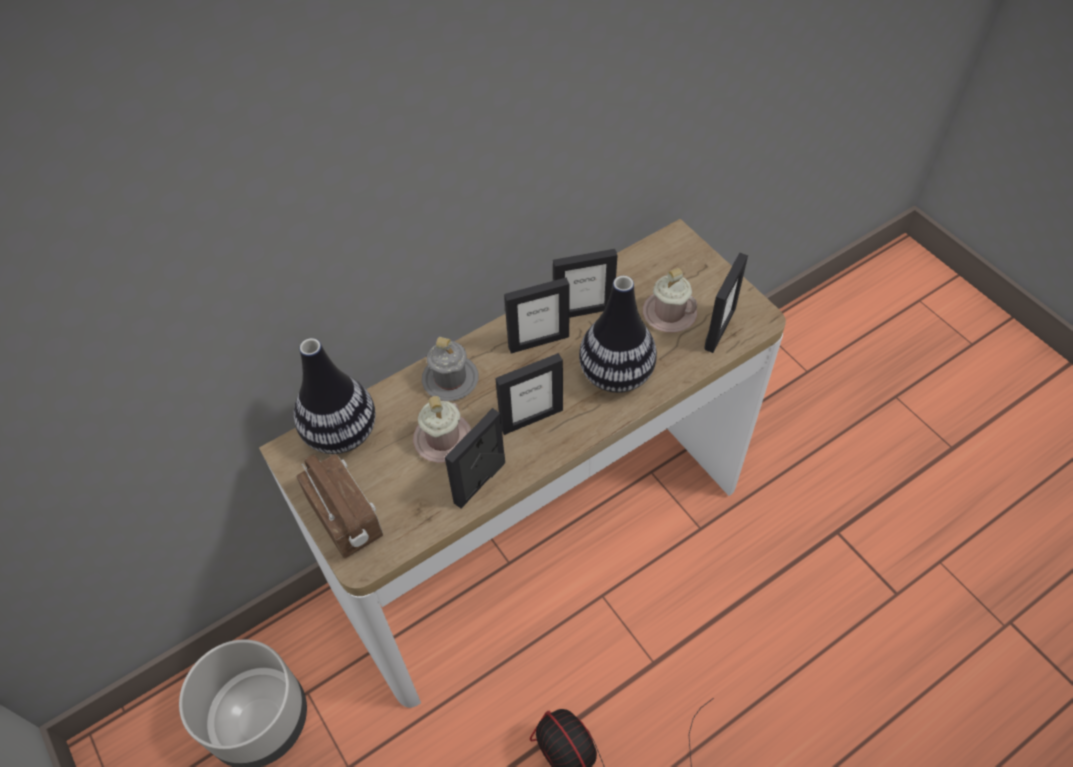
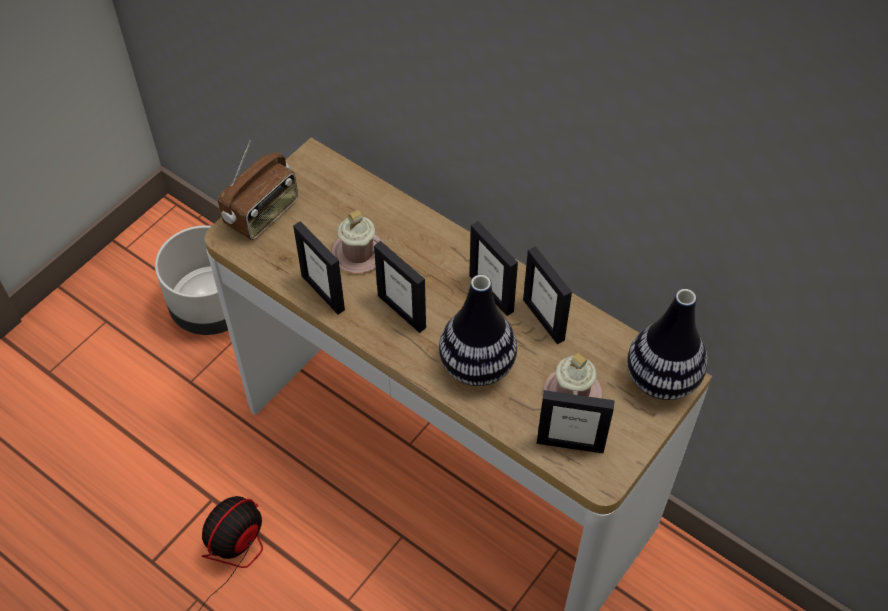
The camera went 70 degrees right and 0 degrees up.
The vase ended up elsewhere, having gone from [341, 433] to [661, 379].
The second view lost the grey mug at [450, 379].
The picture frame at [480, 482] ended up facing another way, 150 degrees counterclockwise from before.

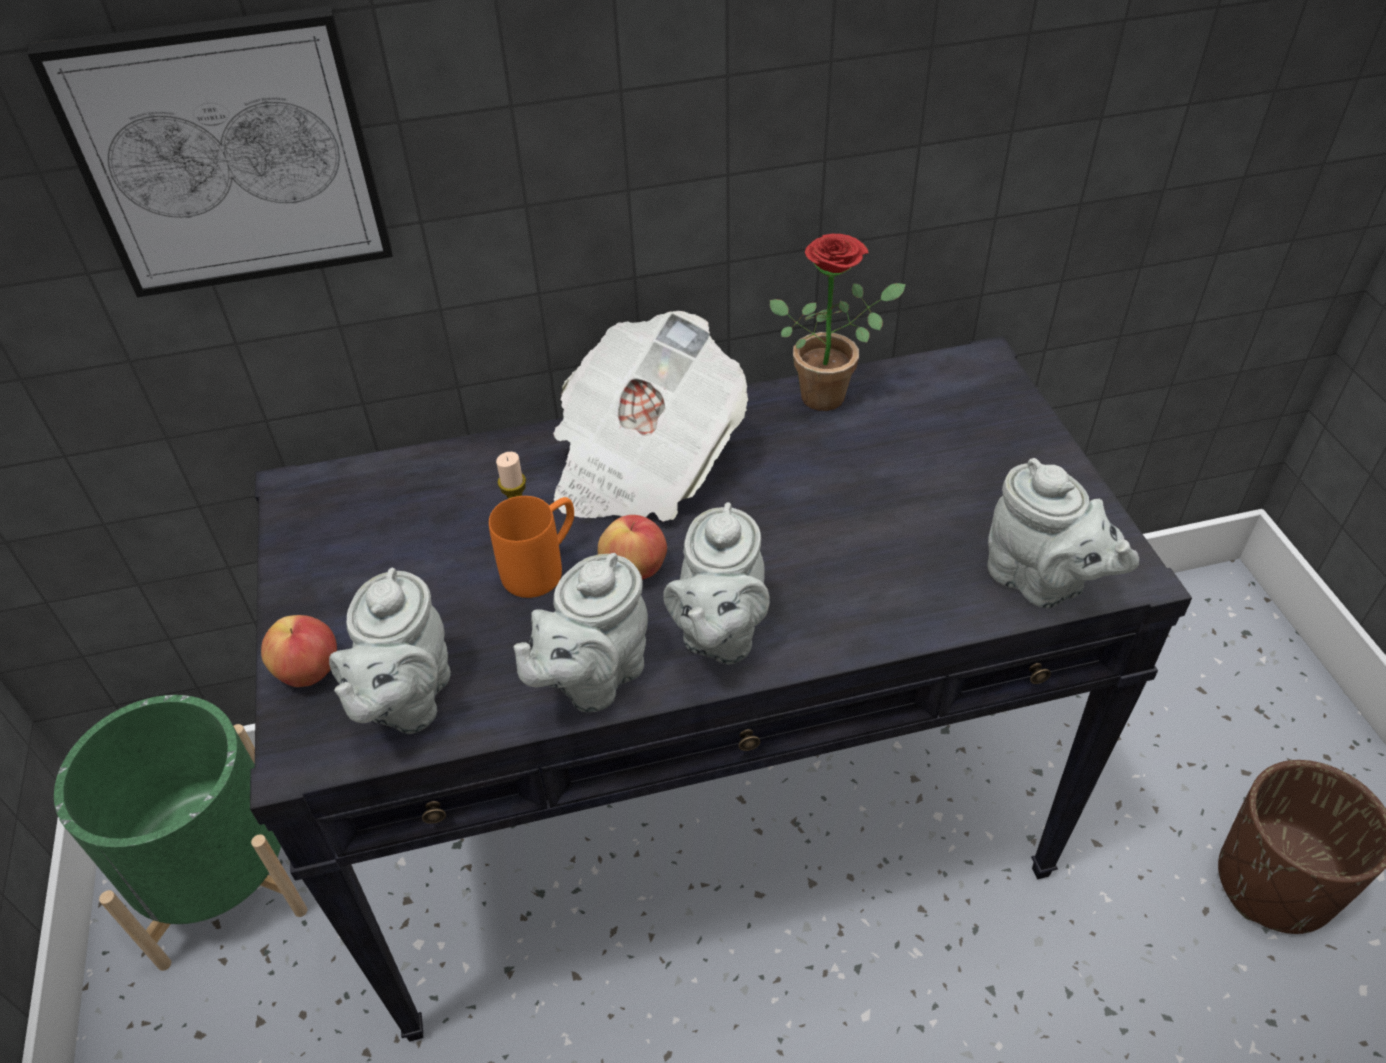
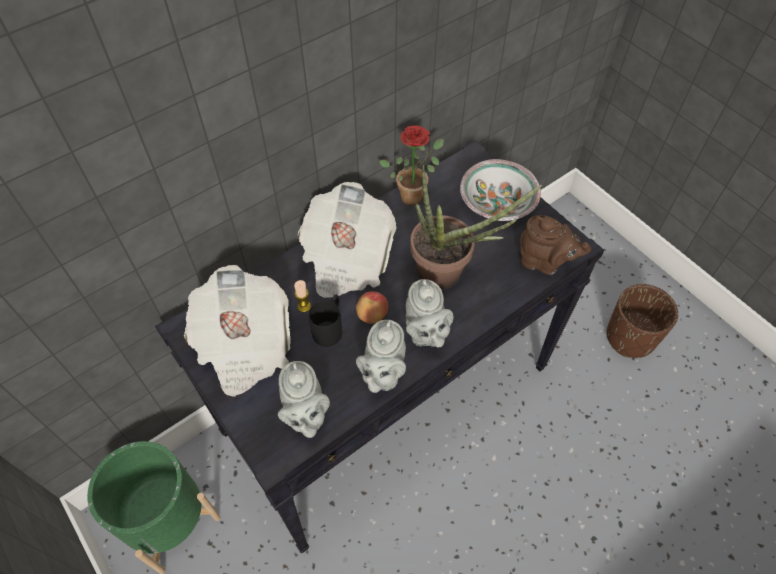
The camera went 25 degrees left and 10 degrees up.
The second view lost the picture at [229, 154].
The second view lost the apple at [309, 671].
What was the orange mug at [543, 566] turned into the black mug at [330, 328].
What was the grey teapot at [1042, 582] turned into the brown teapot at [545, 262].
The second view gained the newspaper at [244, 345].
The second view gained the potted plant at [448, 275].
The second view gained the bowl at [496, 203].

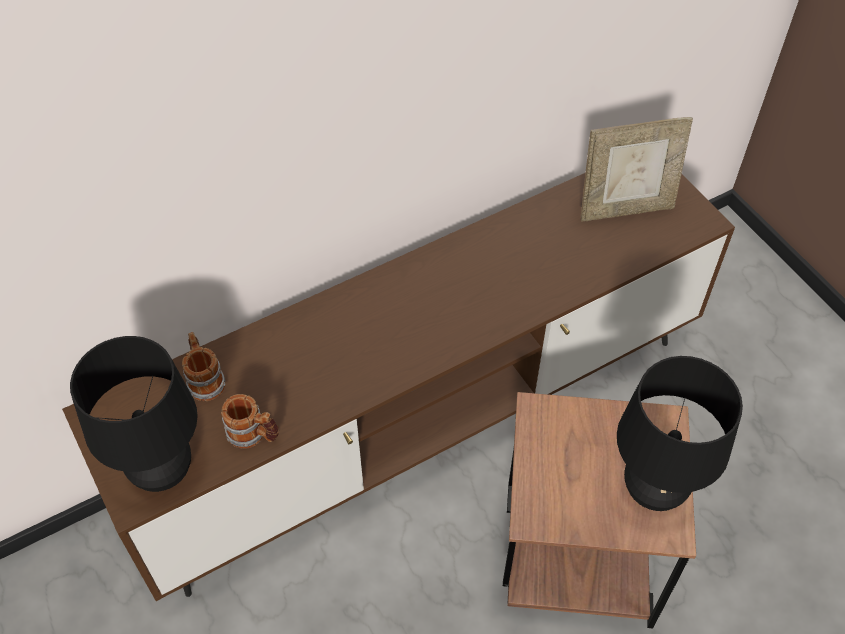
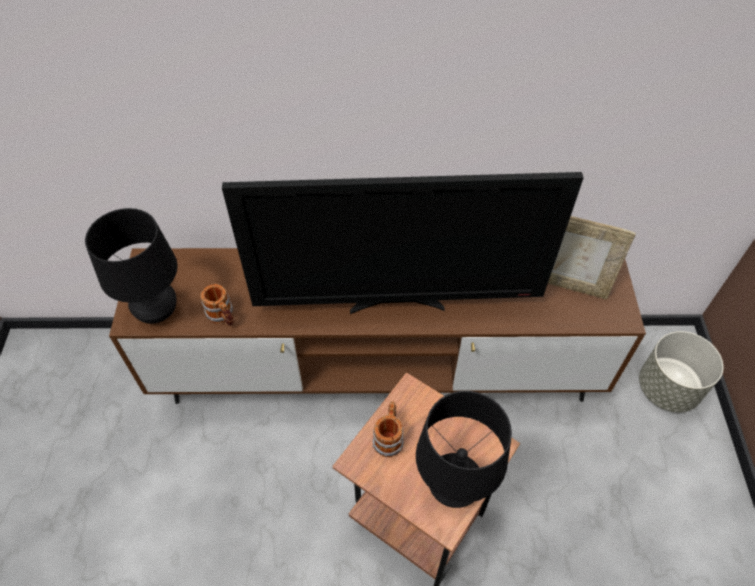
The camera went 30 degrees right and 0 degrees up.
The mug ended up elsewhere, having gone from [204, 379] to [389, 436].
The second view gained the television at [397, 303].
The second view gained the grey planter at [668, 388].

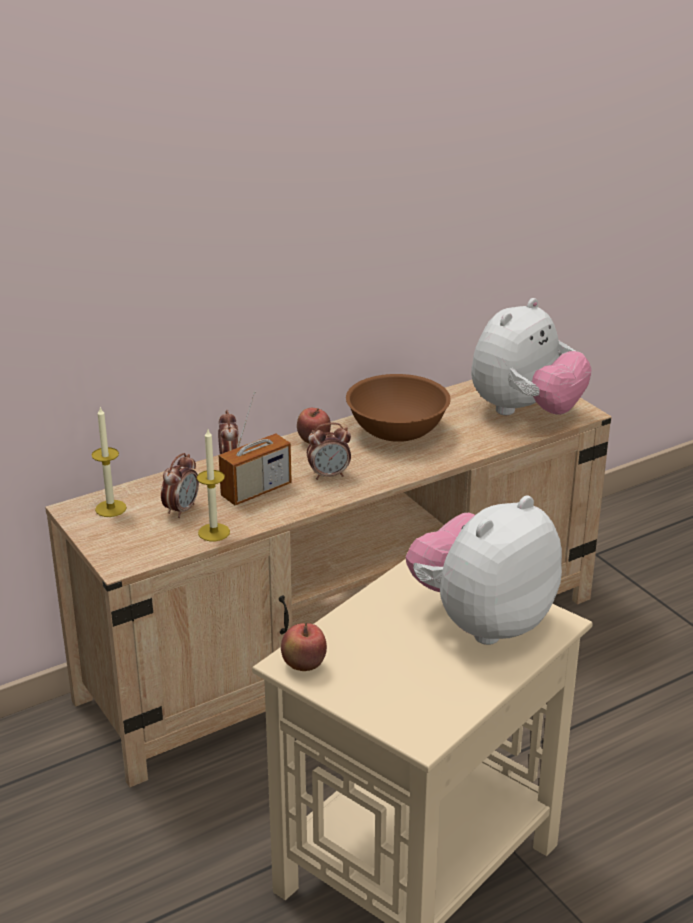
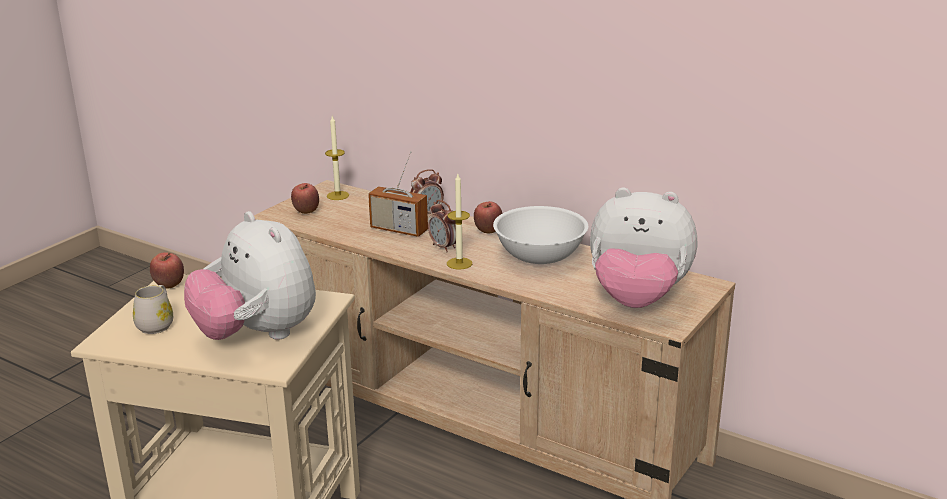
The camera went 65 degrees right and 5 degrees down.
The second view lost the alarm clock at [181, 509].
The candle ended up elsewhere, having gone from [214, 532] to [459, 263].
What was the brown bowl at [396, 431] turned into the white bowl at [539, 255].
The plush toy at [482, 621] ended up facing another way, 150 degrees counterclockwise from before.
The second view gained the white mug at [157, 324].
The second view gained the apple at [306, 212].

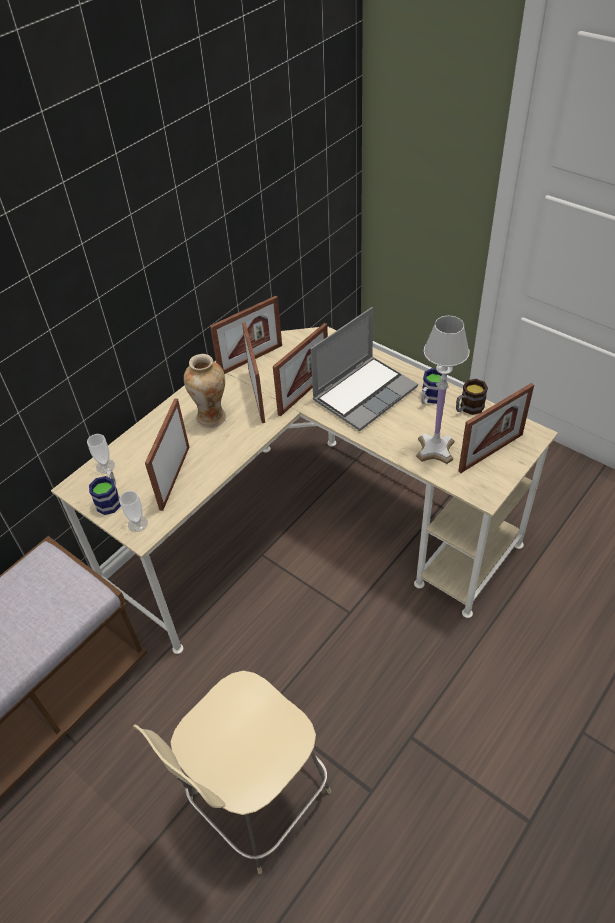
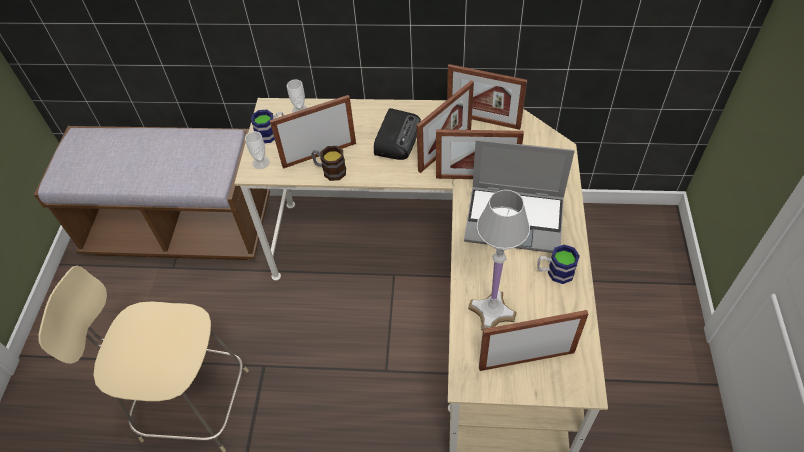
The camera went 55 degrees right and 5 degrees up.
Where the vase stood at [211, 417], the radio came to stand at [397, 137].
The mug ended up elsewhere, having gone from [468, 408] to [330, 170].
The picture frame at [491, 452] ended up facing another way, 150 degrees clockwise from before.

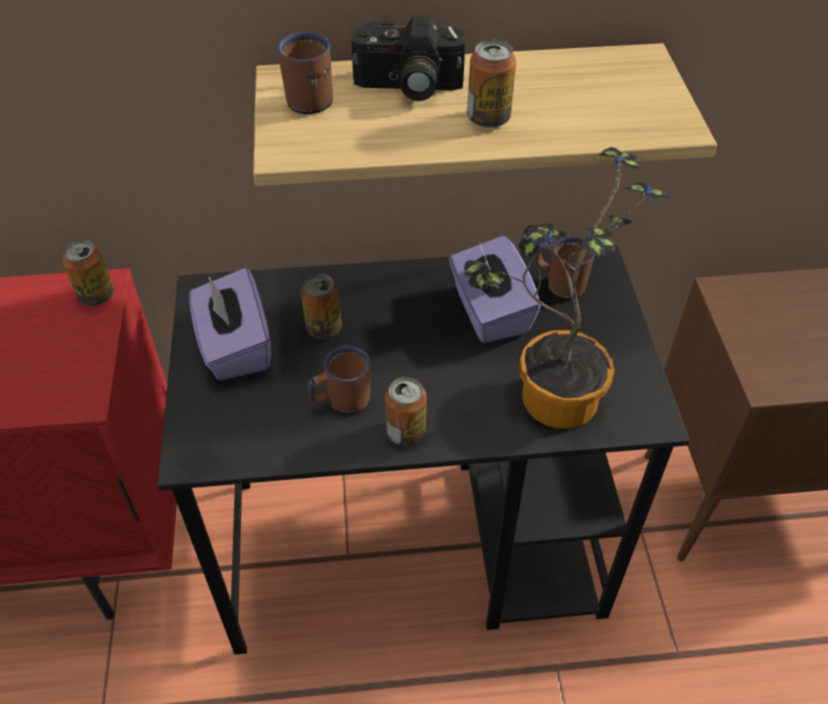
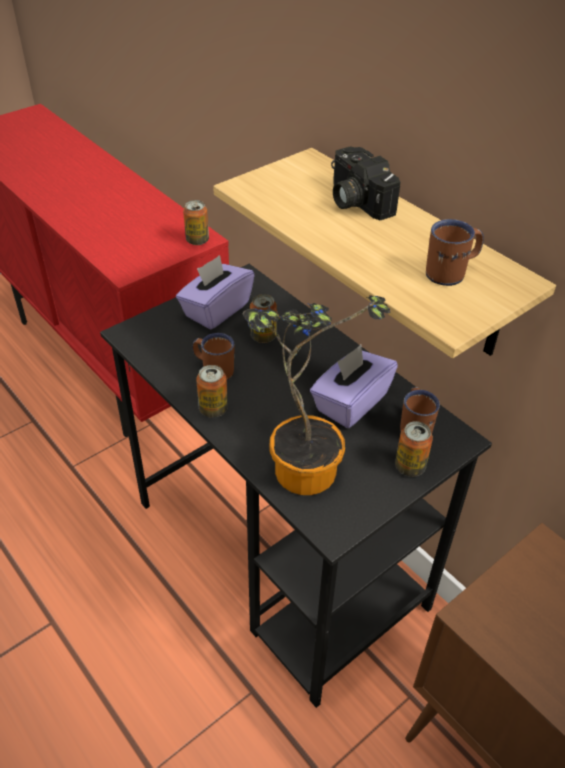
The camera went 55 degrees right and 5 degrees down.
The brown mug ended up elsewhere, having gone from [312, 96] to [451, 273].
The can ended up elsewhere, having gone from [488, 118] to [410, 467].

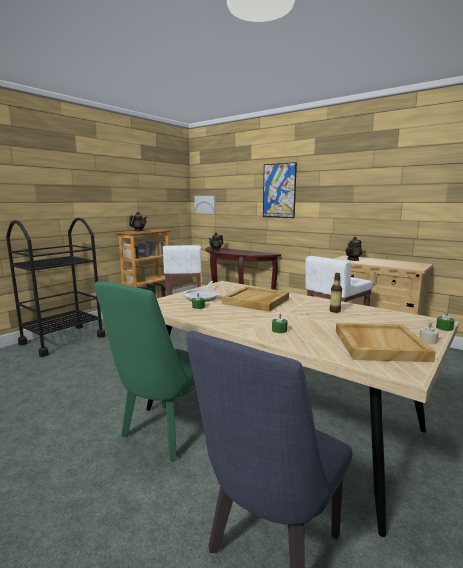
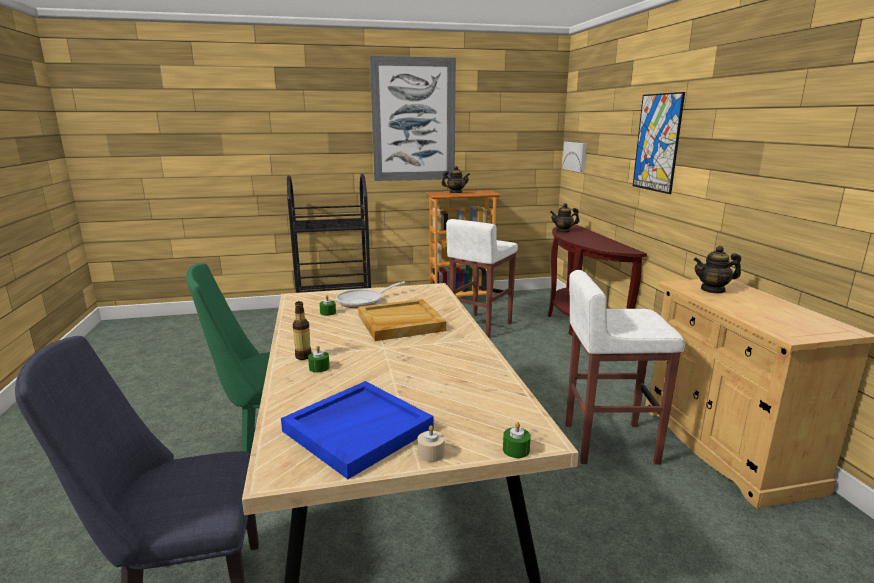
The camera went 40 degrees right and 5 degrees up.
The bottle ended up elsewhere, having gone from [335, 311] to [303, 356].
What was the beige tray at [378, 345] turned into the blue tray at [358, 429].
The second view gained the picture at [414, 120].

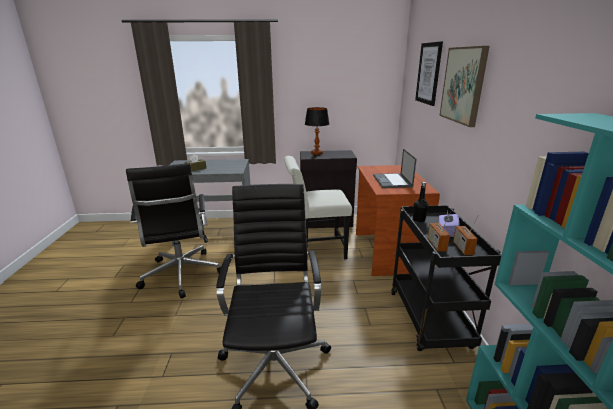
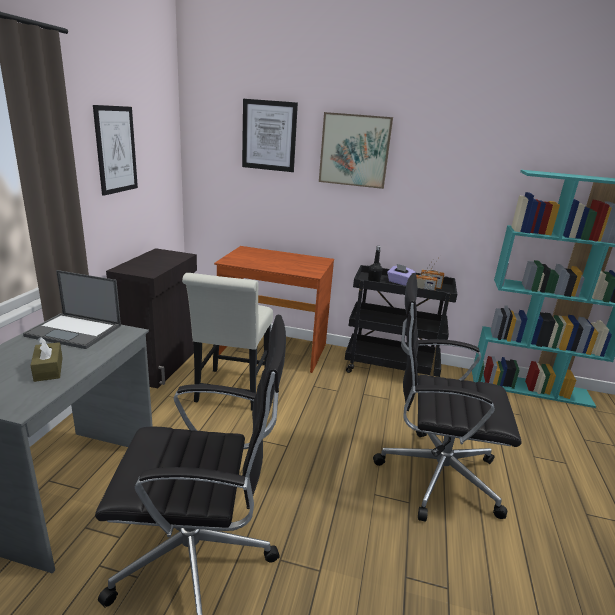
The camera went 75 degrees left and 0 degrees up.
The second view lost the table lamp at [317, 153].
The laptop ended up elsewhere, having gone from [392, 181] to [75, 331].
The second view gained the picture at [116, 150].

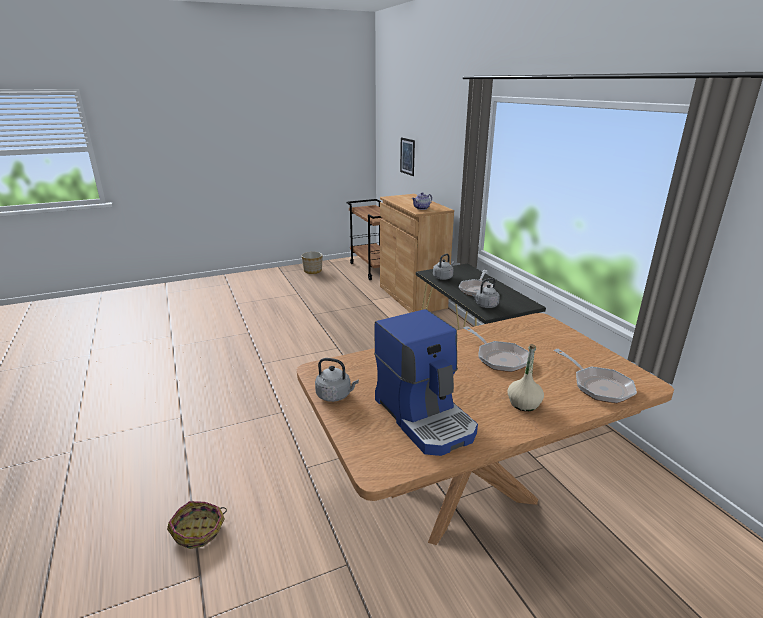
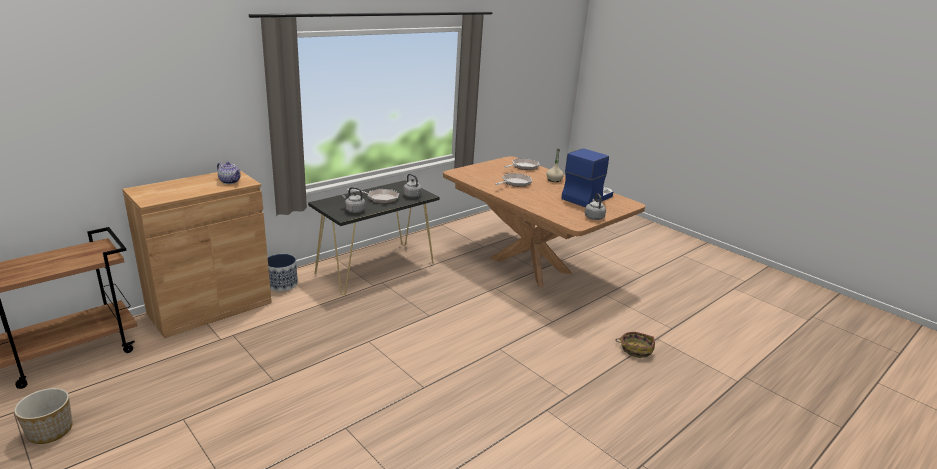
The camera went 110 degrees left and 0 degrees up.
The second view lost the picture at [407, 156].
The second view gained the planter at [282, 284].

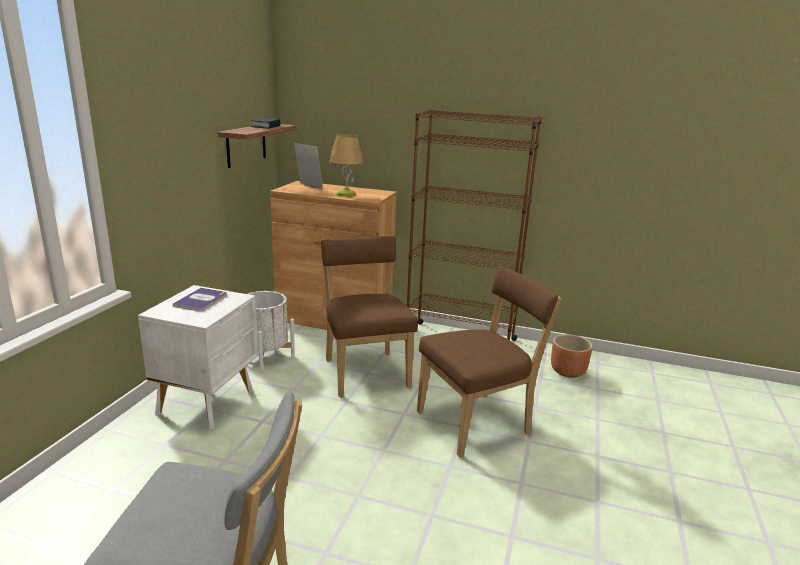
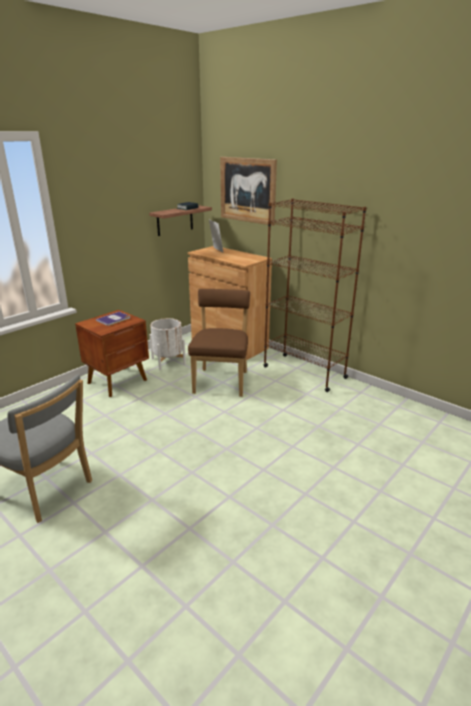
The camera went 25 degrees right and 5 degrees up.
What was the white nightstand at [208, 402] turned into the brown nightstand at [118, 381].
The second view lost the table lamp at [346, 194].
The second view lost the brown chair at [478, 422].
The second view lost the brown planter at [568, 372].
The second view gained the picture at [247, 190].

